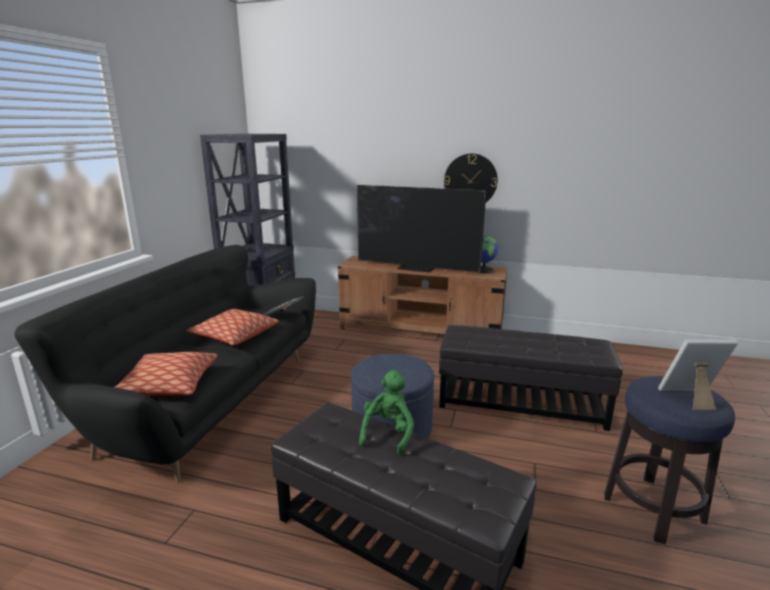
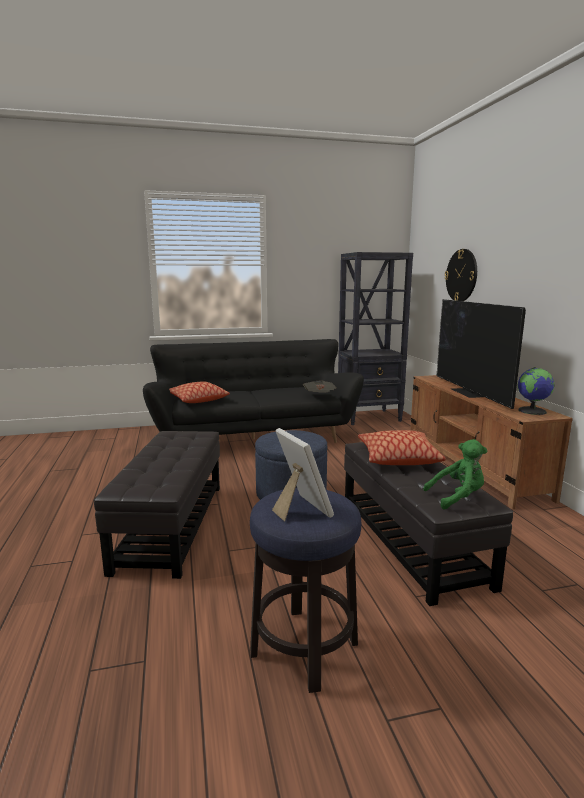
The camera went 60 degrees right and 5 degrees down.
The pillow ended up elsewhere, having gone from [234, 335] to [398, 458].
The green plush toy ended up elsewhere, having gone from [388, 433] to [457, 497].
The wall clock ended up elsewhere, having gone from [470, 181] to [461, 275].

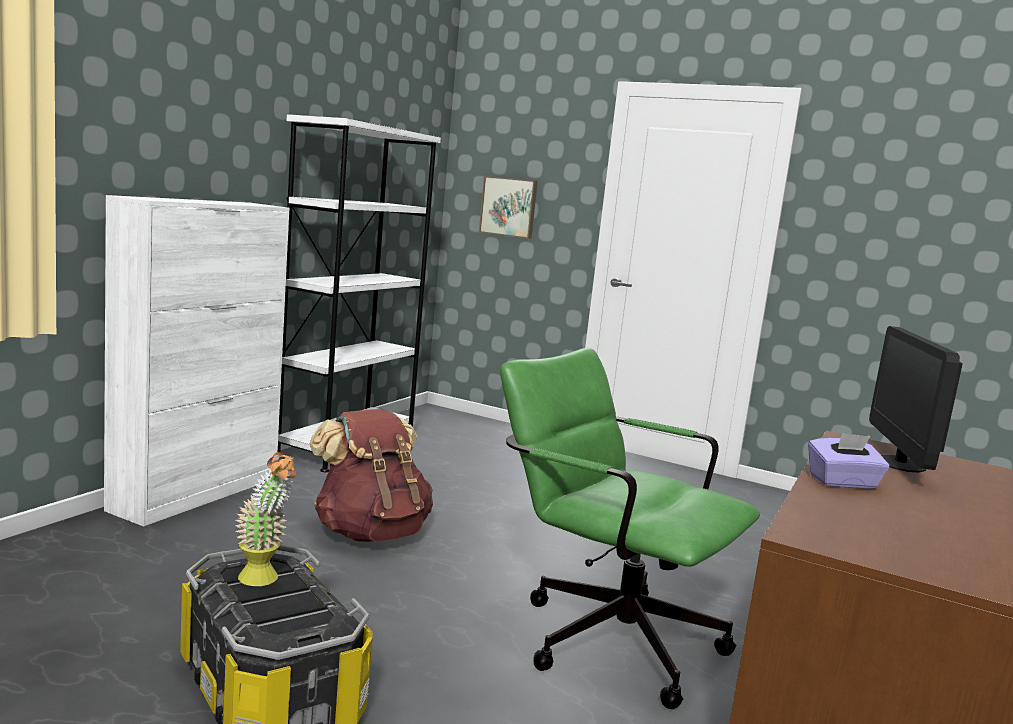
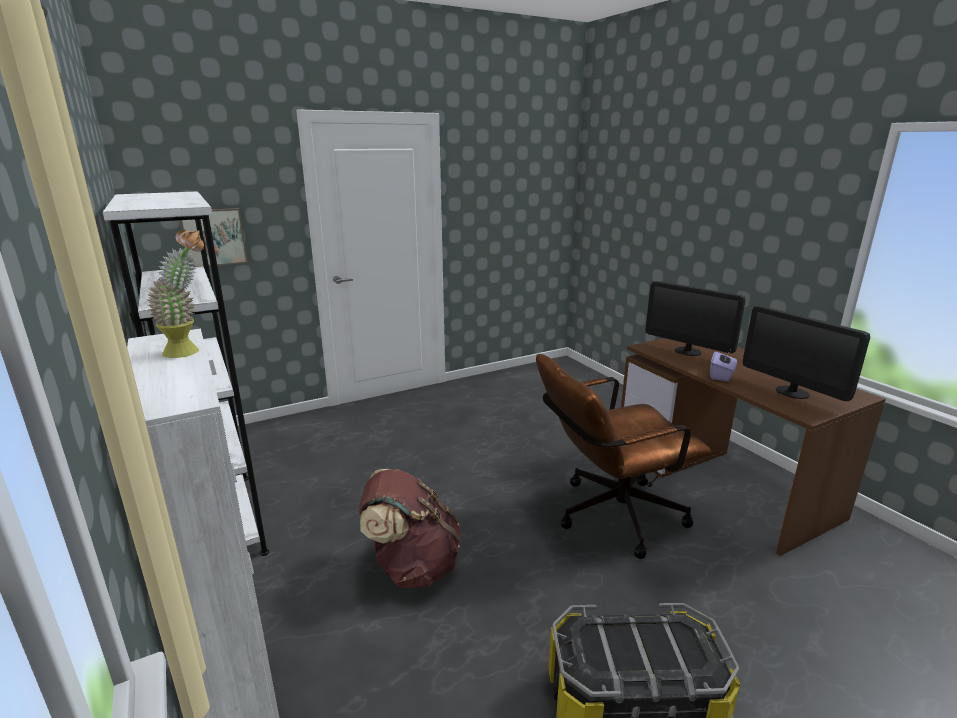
The camera went 55 degrees left and 10 degrees up.
The potted plant ended up elsewhere, having gone from [264, 581] to [191, 351].
What was the green office chair at [604, 635] turned into the brown office chair at [609, 516].
The second view gained the monitor at [792, 392].

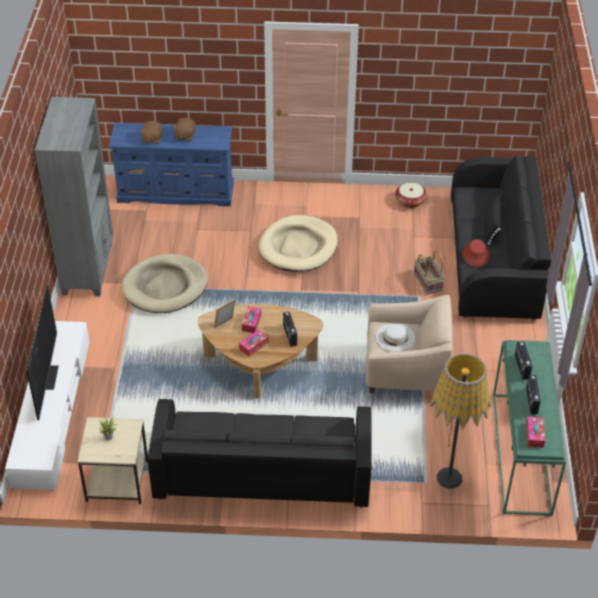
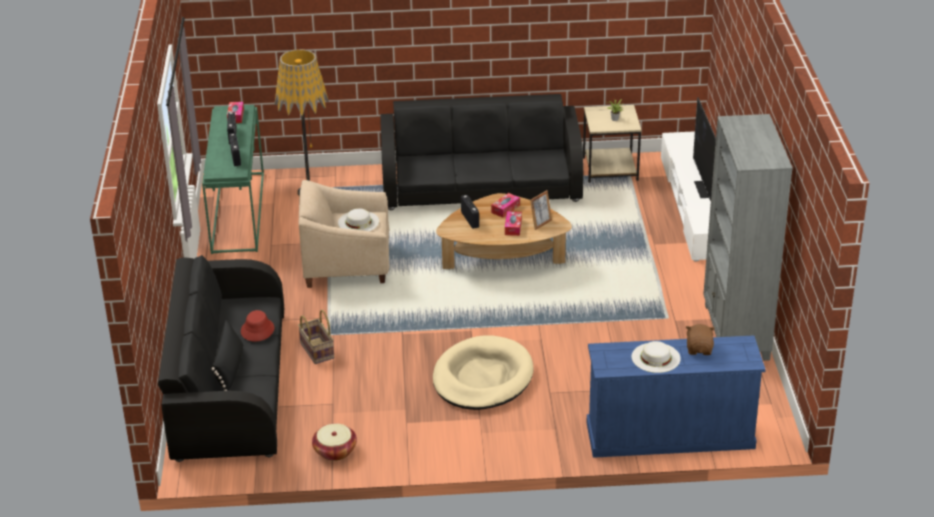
The camera went 175 degrees right and 10 degrees down.
The second view lost the beige dog bed at [165, 287].
Where the brown plush toy stood at [185, 136], the white hat came to stand at [655, 357].

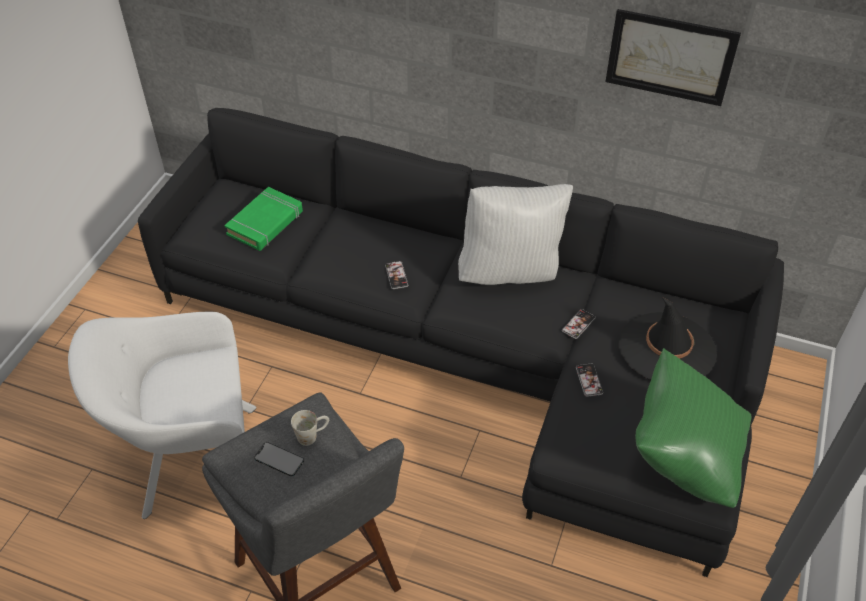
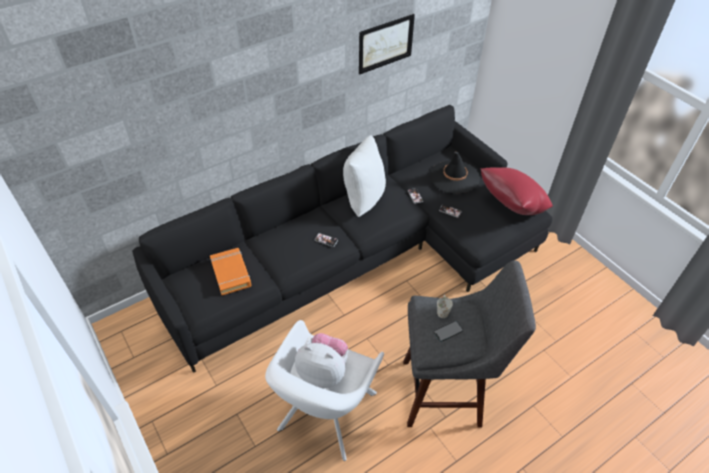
The camera went 55 degrees left and 0 degrees up.
What was the green book at [265, 223] turned into the orange book at [231, 273].
What was the green pillow at [685, 455] turned into the red pillow at [511, 206].
The second view gained the plush toy at [323, 372].

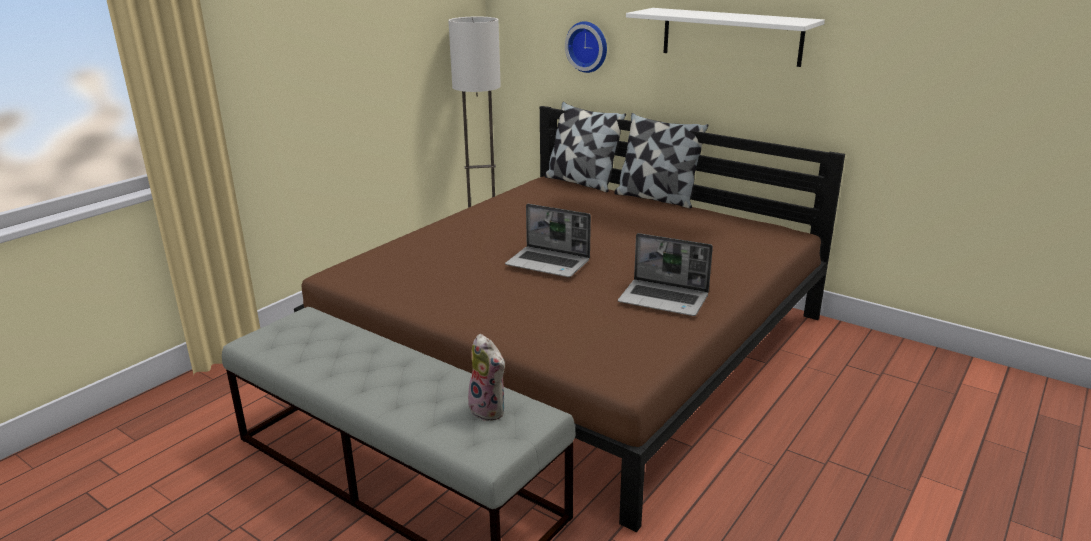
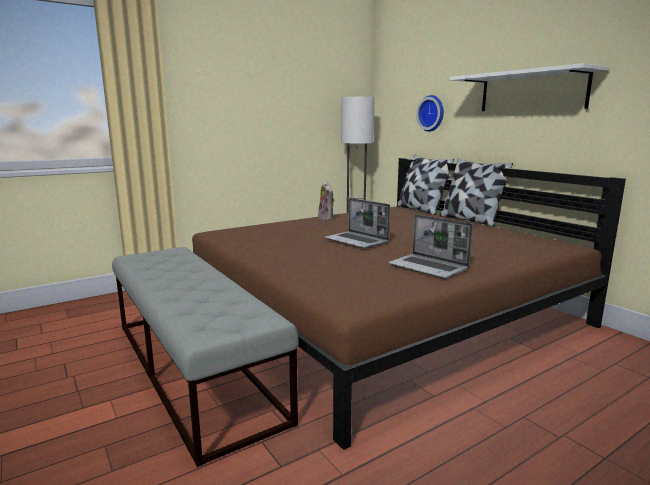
The camera went 20 degrees right and 10 degrees down.
The plush toy ended up elsewhere, having gone from [490, 409] to [327, 218].

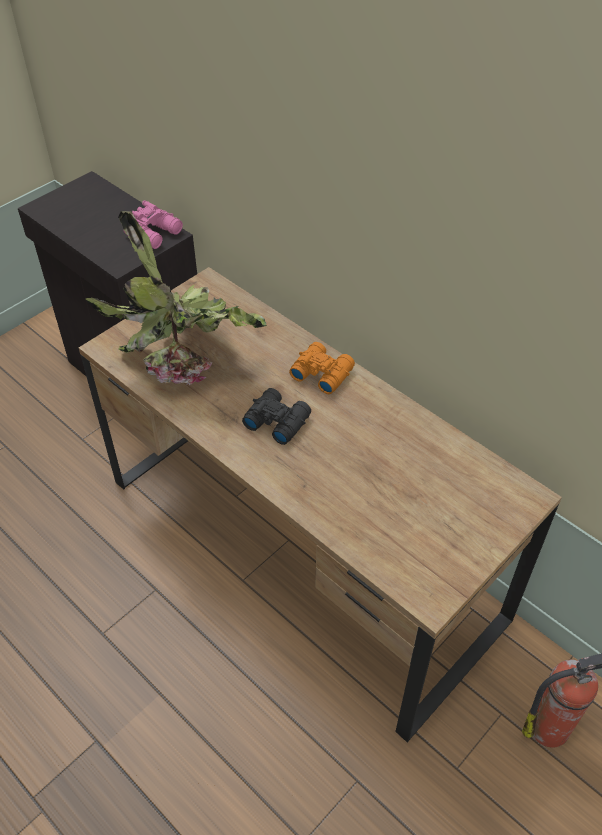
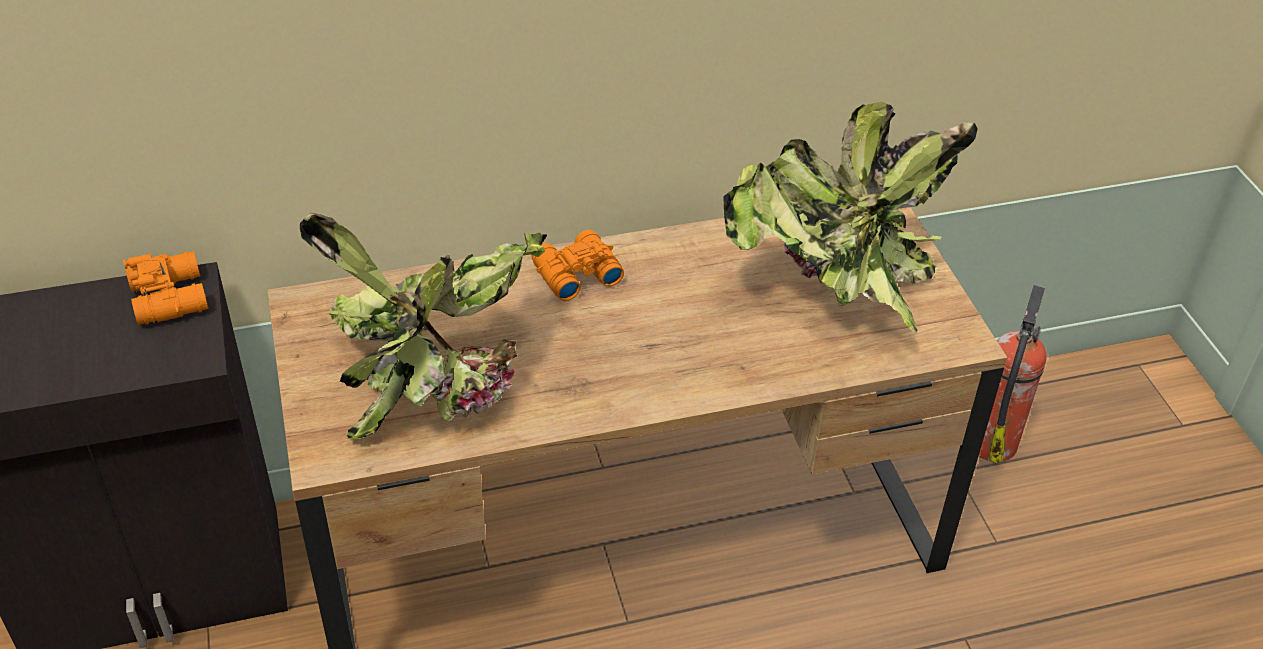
The camera went 60 degrees left and 5 degrees down.
What was the pink binoculars at [156, 234] turned into the orange binoculars at [171, 296].
The second view lost the black binoculars at [276, 420].
The second view gained the potted plant at [837, 291].

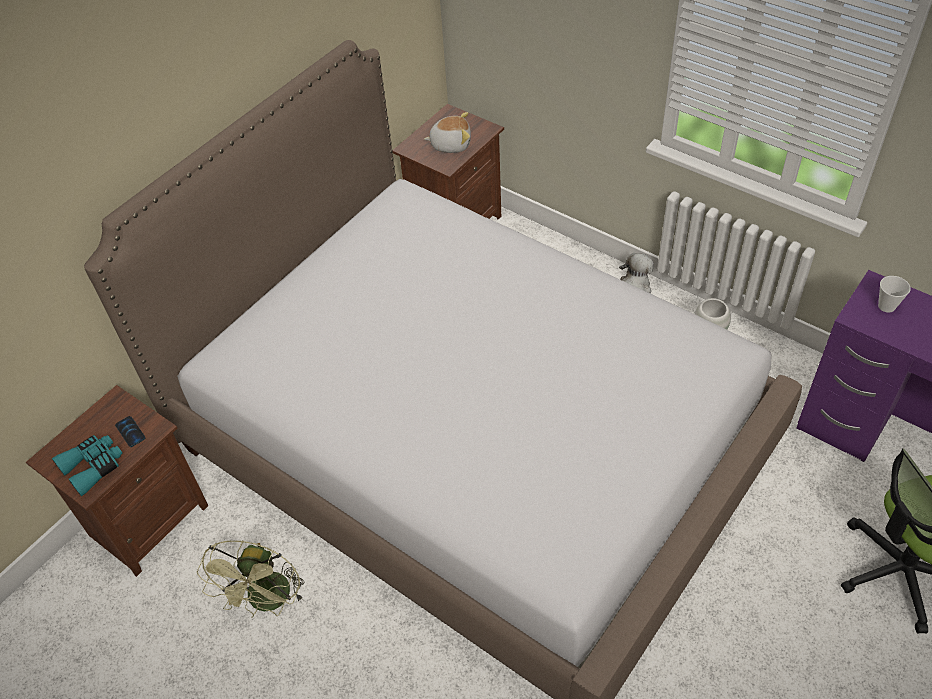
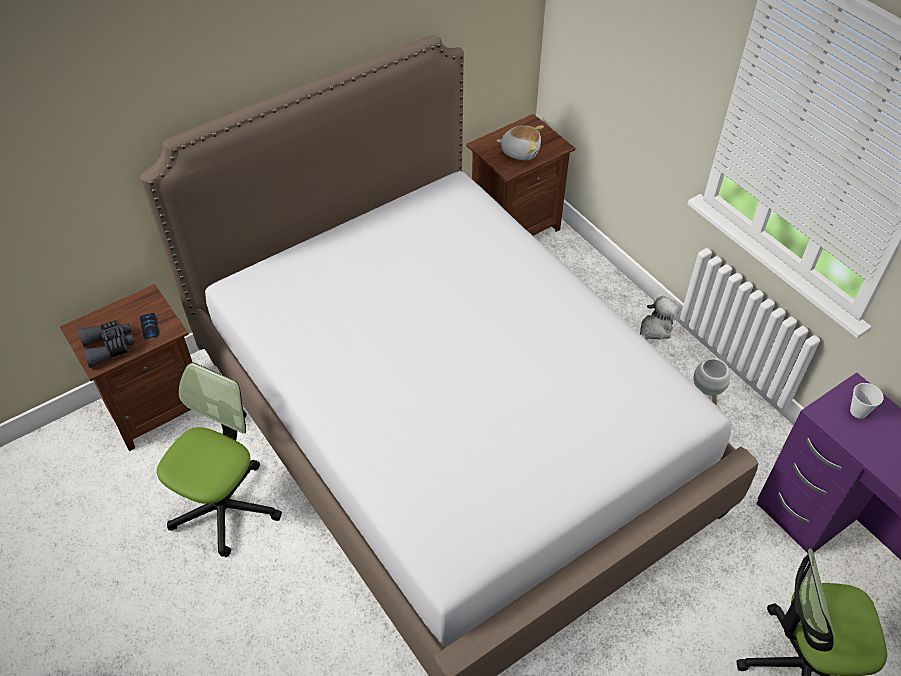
The camera went 15 degrees right and 0 degrees up.
What was the turquoise binoculars at [93, 467] turned into the grey binoculars at [109, 346].
Where the green fan stood at [268, 602], the office chair came to stand at [225, 507].

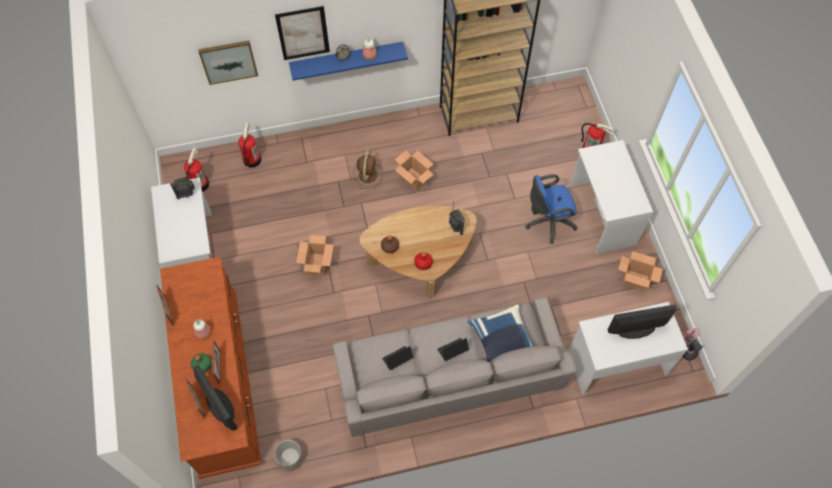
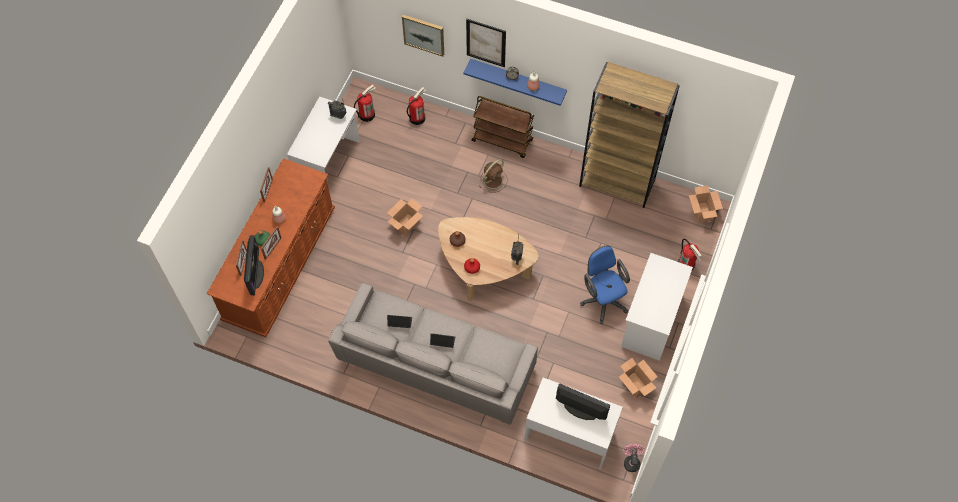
The camera went 35 degrees right and 0 degrees up.
The second view lost the planter at [290, 458].
The cardboard box ended up elsewhere, having gone from [414, 179] to [702, 212].
The second view lost the blue pillow at [502, 339].
The blue office chair at [547, 222] ended up facing another way, 45 degrees clockwise from before.
The second view gained the brown cart at [503, 140].

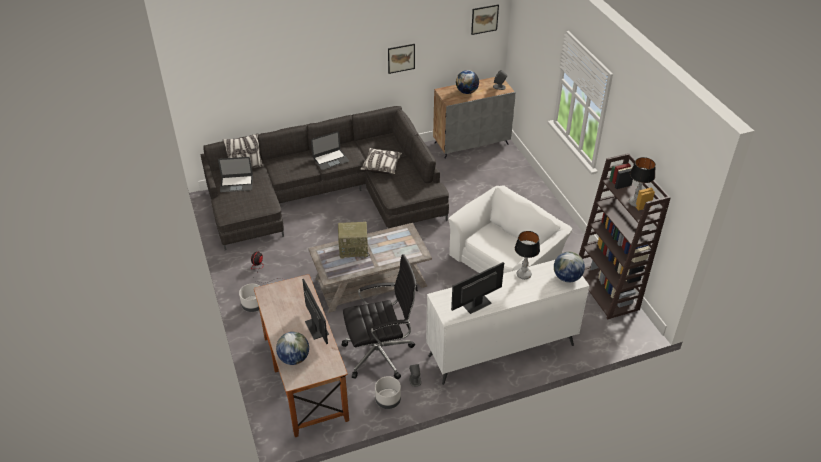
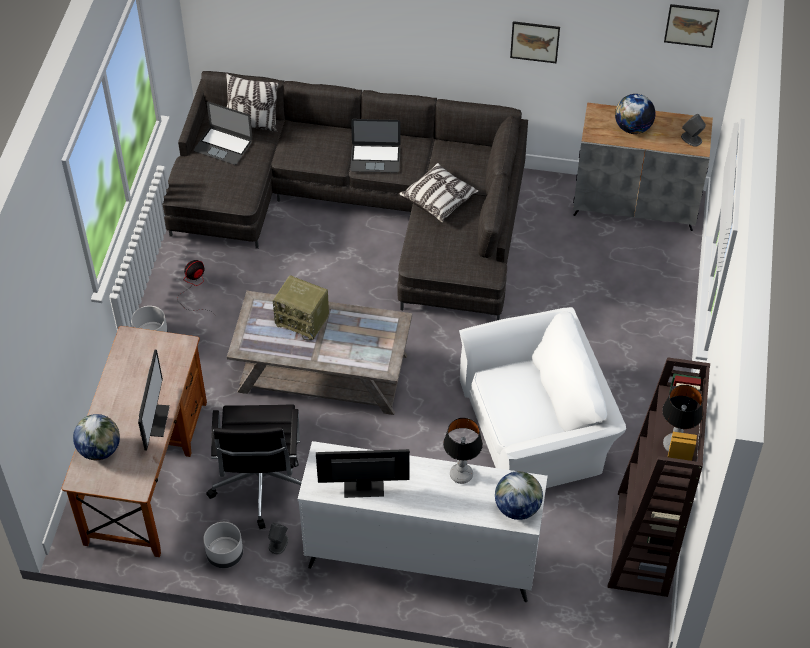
The camera went 30 degrees right and 10 degrees up.
The black office chair at [380, 353] ended up facing another way, 75 degrees clockwise from before.

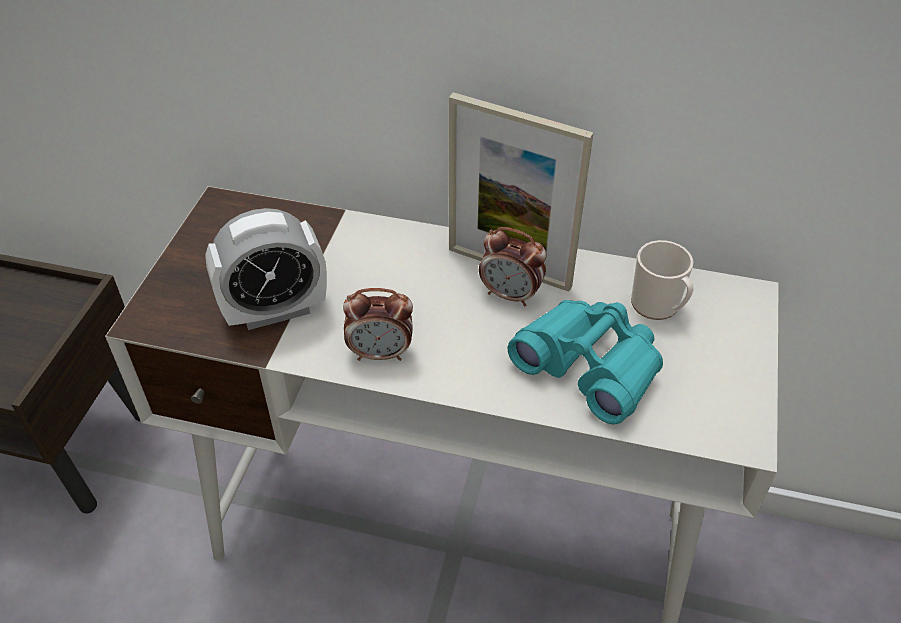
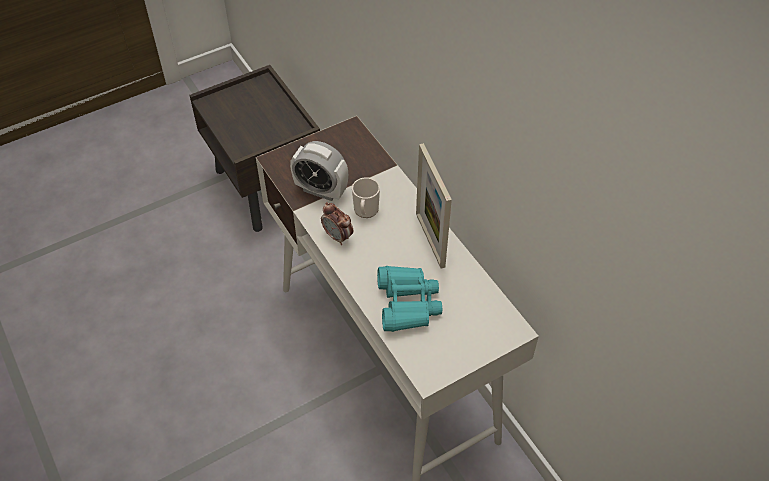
The camera went 45 degrees right and 5 degrees up.
The second view lost the alarm clock at [510, 295].
The mug ended up elsewhere, having gone from [659, 306] to [365, 211].

